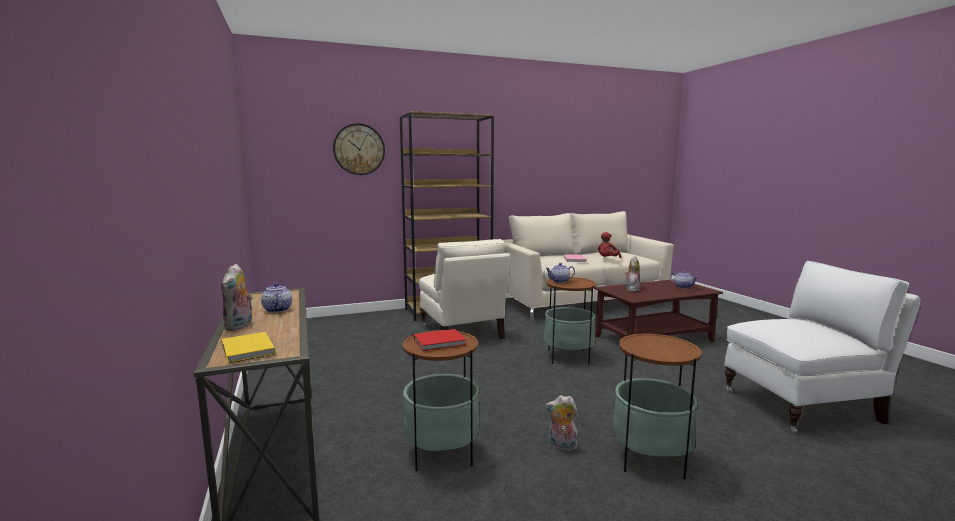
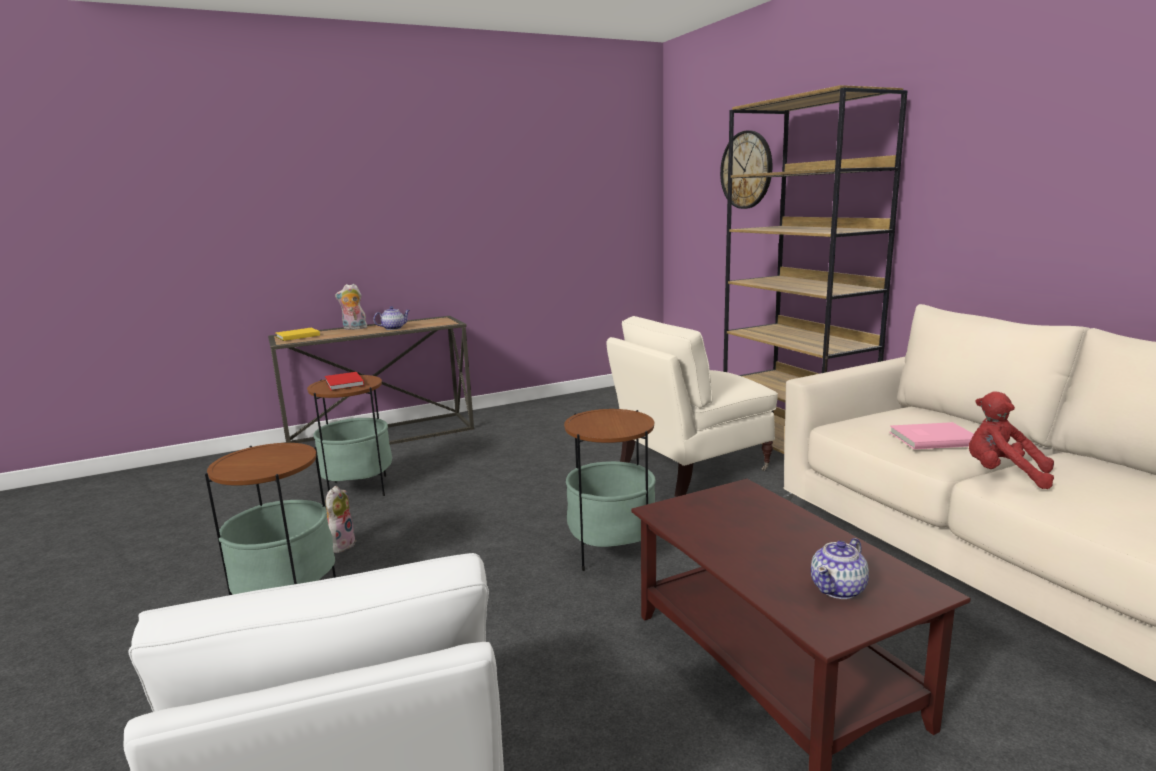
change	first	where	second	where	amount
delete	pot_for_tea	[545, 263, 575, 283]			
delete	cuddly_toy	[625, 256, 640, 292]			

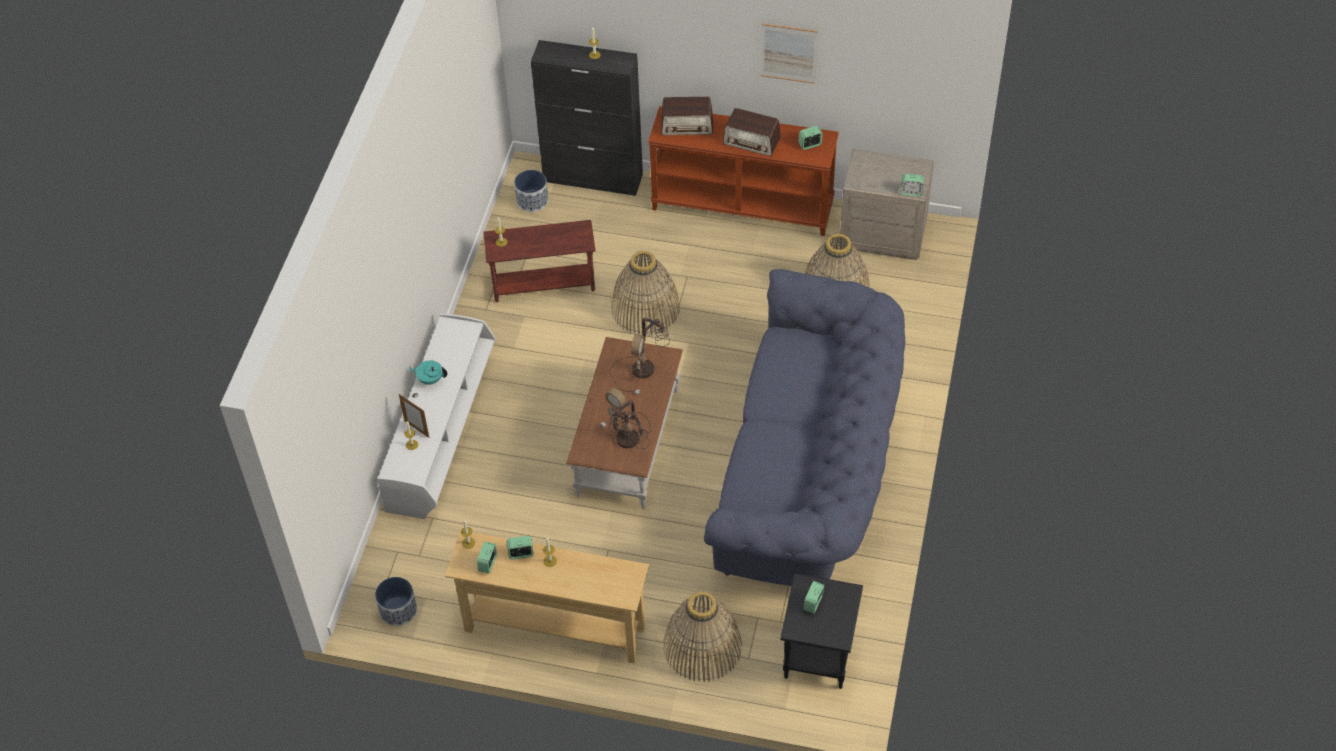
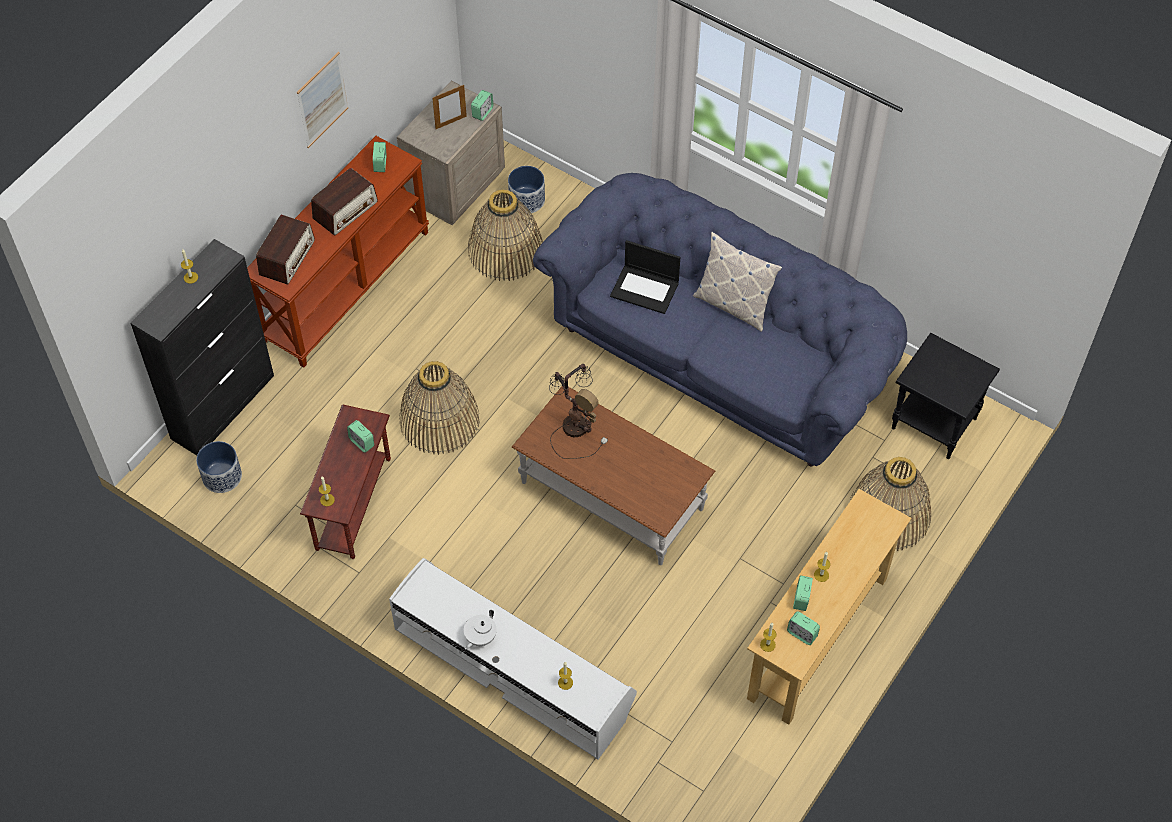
change	first	where	second	where	amount
move	bedside_clock	[803, 581, 824, 613]		[347, 420, 374, 453]	
move	picture_frame	[399, 394, 429, 438]		[432, 85, 467, 129]	
recolor	turquoise-coloured_pot_for_tea	[409, 360, 447, 385]	white-coloured_pot_for_tea	[464, 610, 497, 649]	
move	planter	[375, 577, 417, 626]		[508, 166, 545, 213]	
insert			notebook_computer	[610, 240, 680, 314]	
insert			cushion	[693, 231, 782, 332]	
delete	table_lamp	[599, 388, 651, 449]			

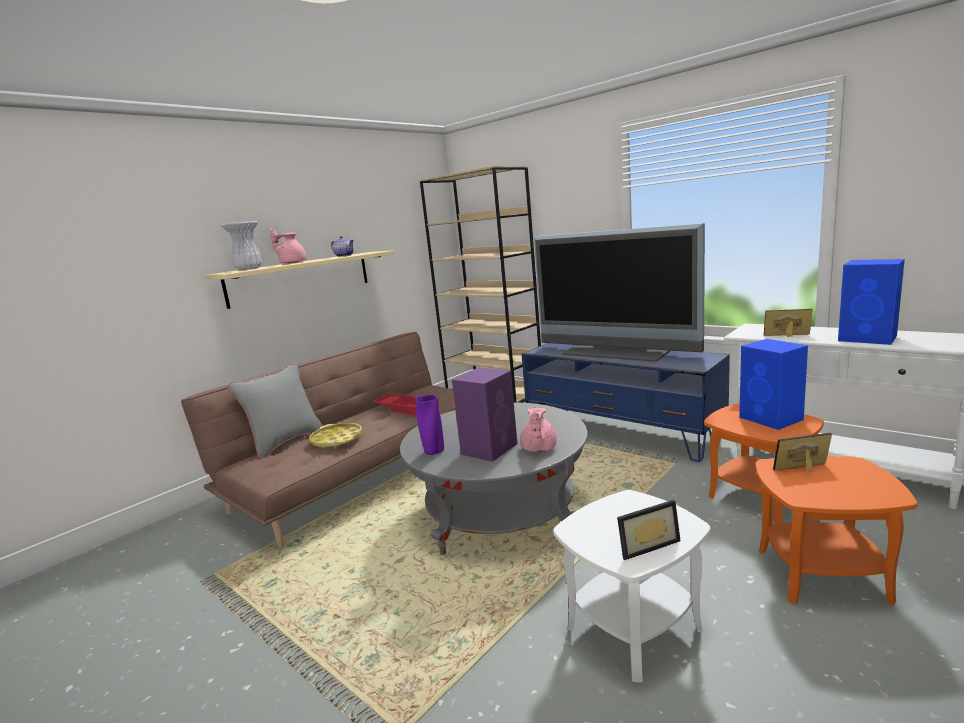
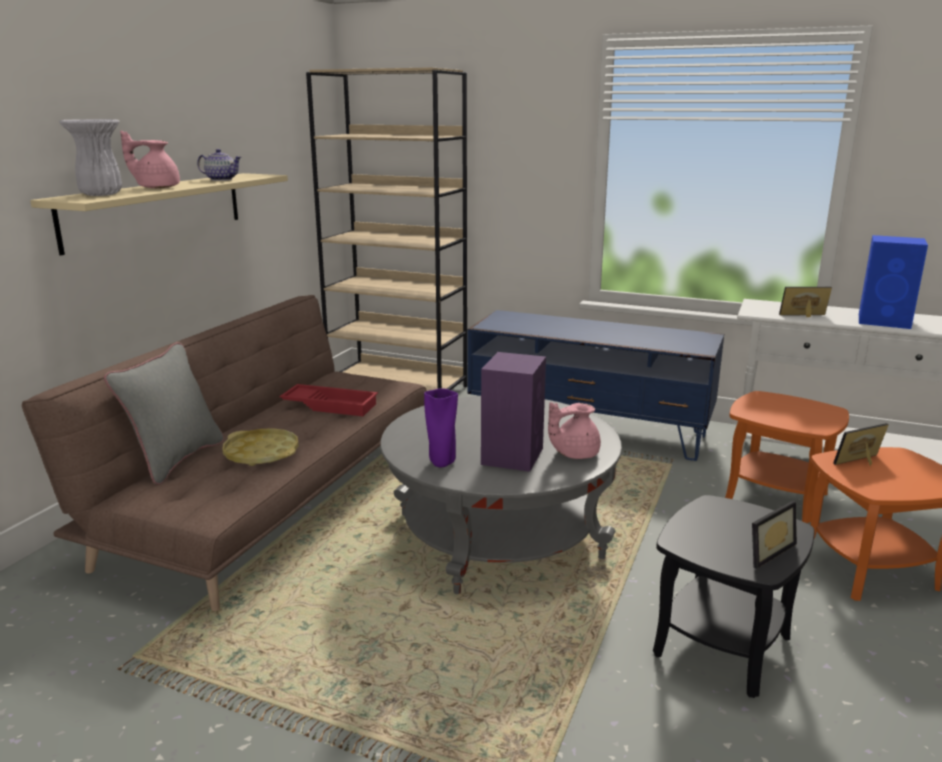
change	first	where	second	where	amount
rotate	pinkish_pot_for_tea	[520, 407, 557, 452]		[548, 402, 601, 459]	75 degrees clockwise
recolor	white-coloured_accent_table	[553, 490, 711, 683]	black-coloured_accent_table	[653, 495, 815, 698]	
delete	TV	[534, 223, 705, 362]			
delete	bluish_loudspeaker	[739, 339, 808, 430]			

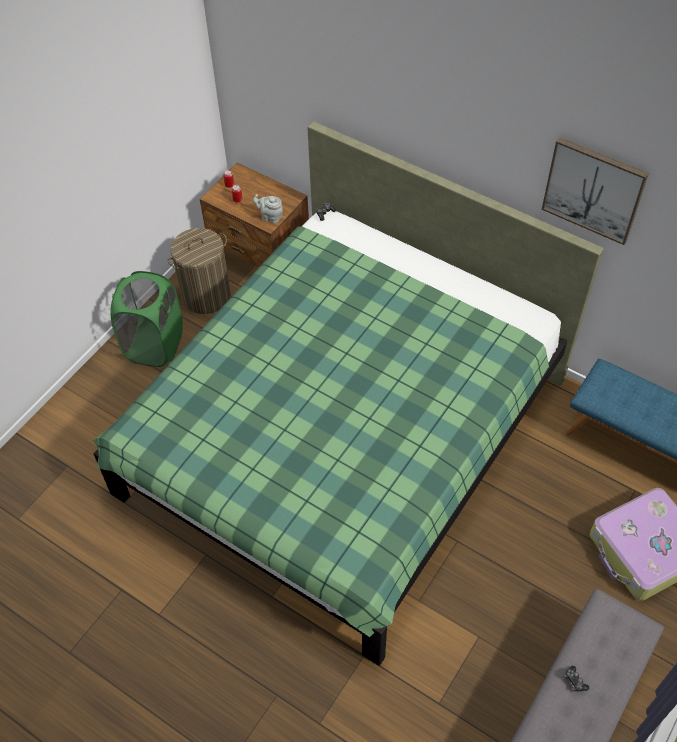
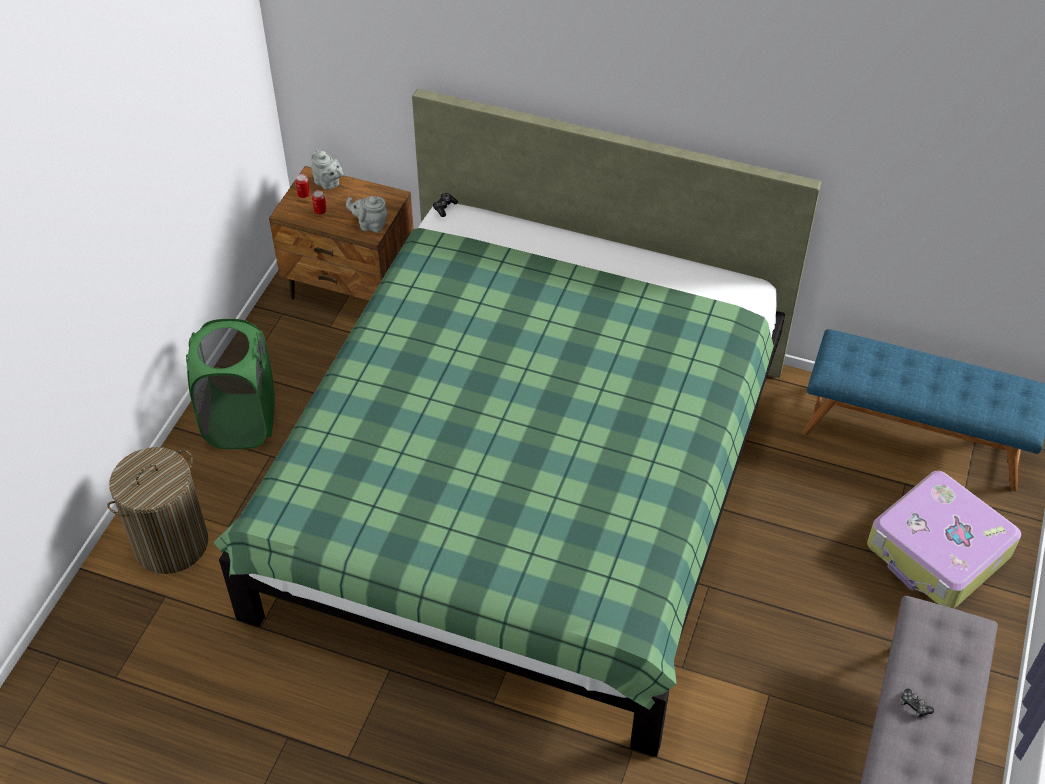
change	first	where	second	where	amount
move	hamper	[167, 228, 231, 314]		[107, 447, 208, 574]	
insert			greyish_pot_for_tea	[311, 150, 343, 190]	
delete	picture	[542, 137, 649, 245]			

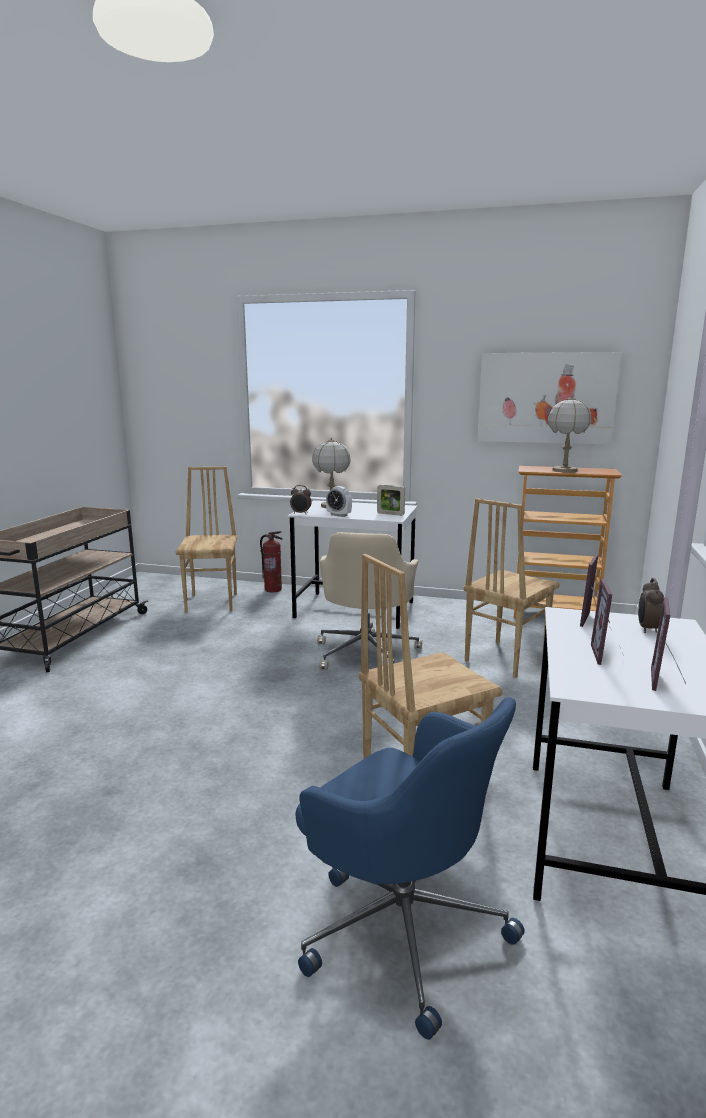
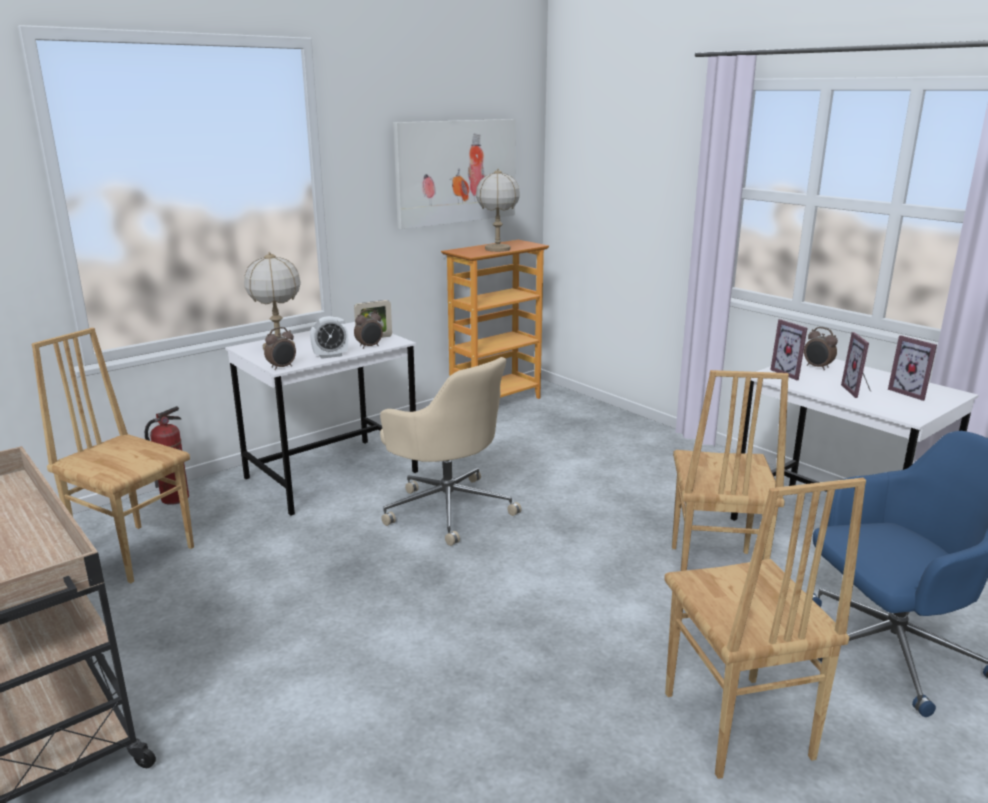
change	first	where	second	where	amount
insert			bedside_clock	[354, 309, 383, 349]	
move	brown-coloured_plain_chair	[463, 498, 559, 678]		[664, 478, 866, 779]	
rotate	picture_frame	[591, 579, 622, 665]		[841, 332, 871, 398]	45 degrees clockwise

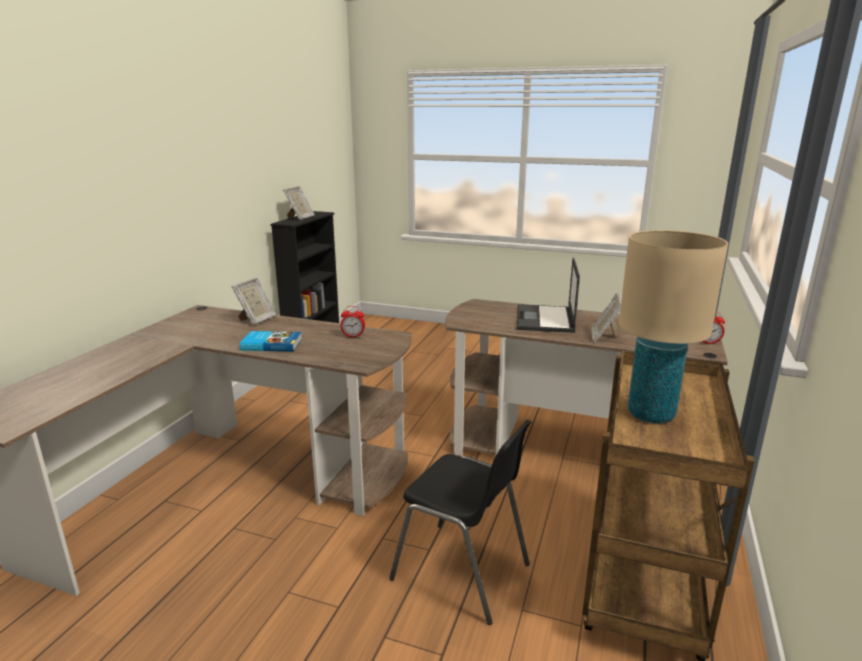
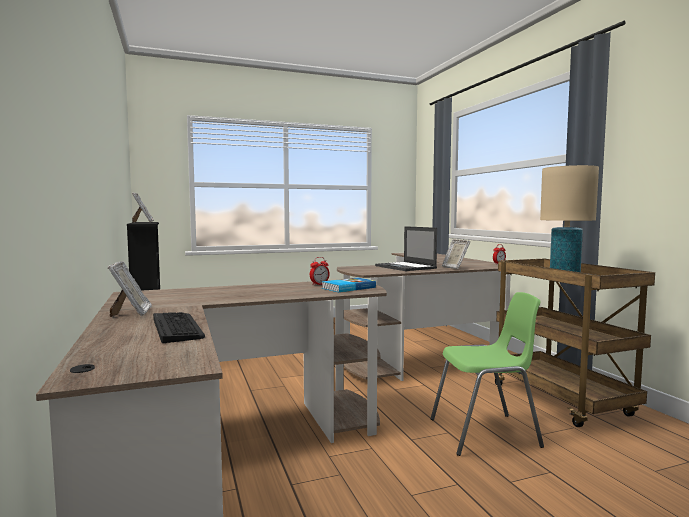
change	first	where	second	where	amount
move	picture_frame	[231, 278, 276, 325]		[108, 261, 152, 317]	
insert			PC_keyboard	[153, 312, 205, 343]	
move	volume	[240, 331, 302, 351]		[322, 278, 376, 292]	
recolor	black-coloured_plain_chair	[389, 420, 532, 625]	green-coloured_plain_chair	[430, 292, 544, 456]	

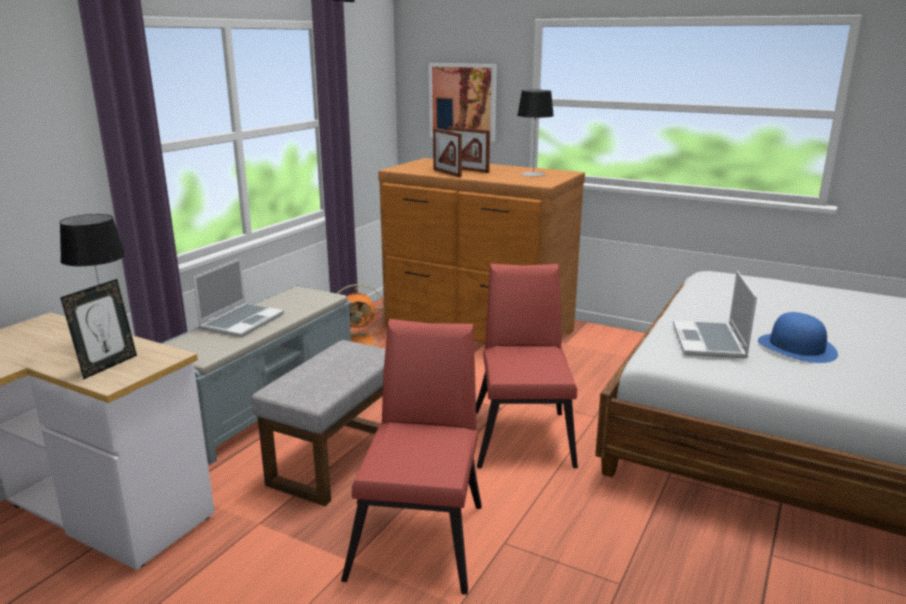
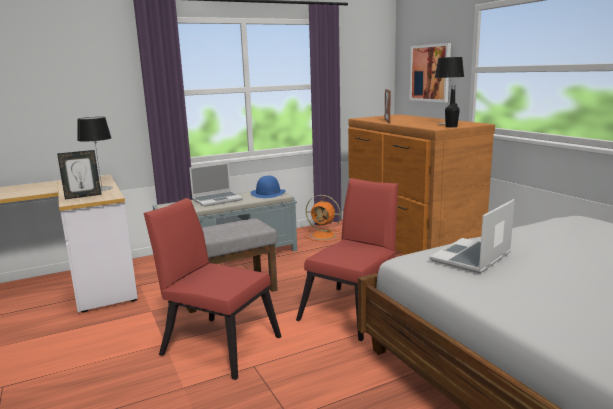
change	first	where	second	where	amount
rotate	reddish_plain_chair	[341, 319, 482, 595]		[144, 198, 282, 380]	105 degrees counterclockwise
move	bluish_hat	[758, 312, 838, 363]		[251, 176, 286, 198]	
insert			black-coloured_drink_bottle	[445, 85, 460, 127]	
delete	picture_frame	[448, 127, 490, 173]			

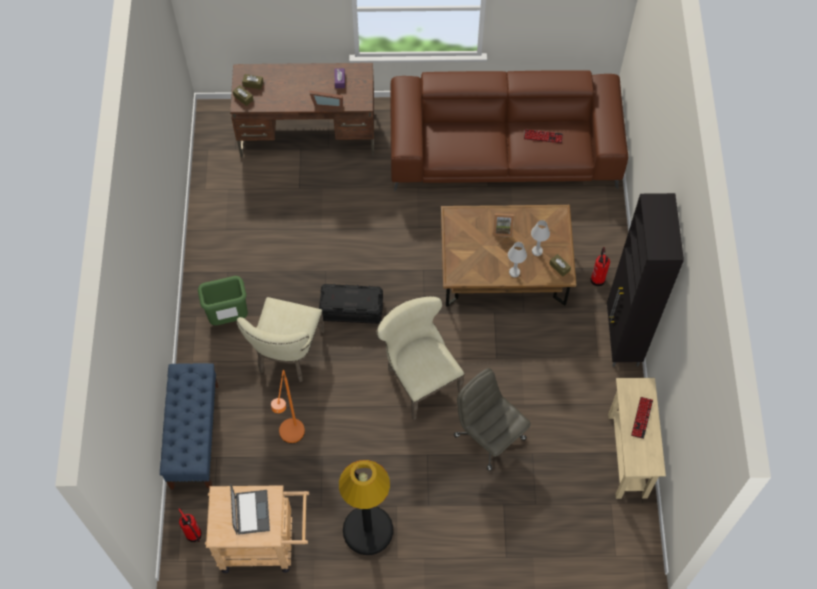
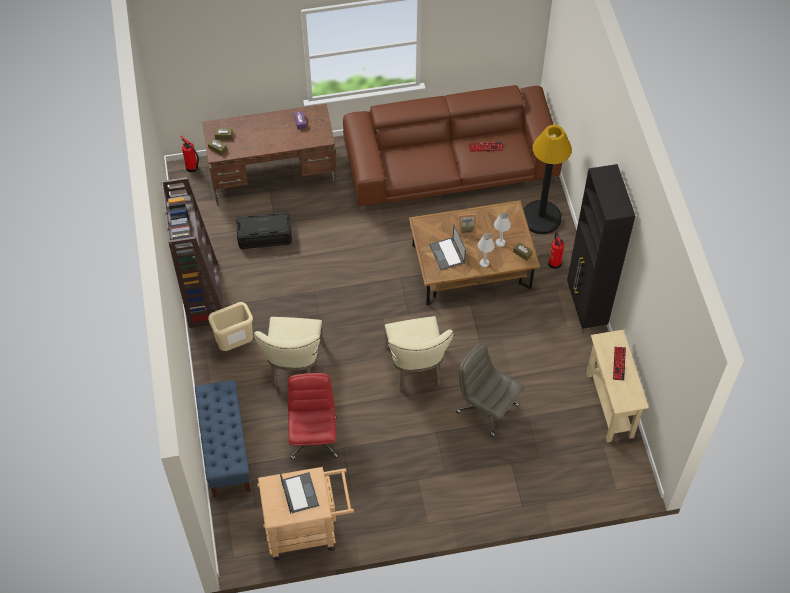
change	first	where	second	where	amount
insert			brown-coloured_shelving_unit	[161, 177, 224, 328]	
move	fire_extinguisher	[179, 508, 202, 542]		[181, 136, 199, 172]	
recolor	green-coloured_trash_can	[198, 276, 248, 325]	beige-coloured_trash_can	[208, 302, 253, 351]	
move	black-coloured_storage_bin	[319, 284, 383, 324]		[236, 212, 292, 249]	
replace	orange_standing_lamp	[271, 370, 305, 443]	reddish_office_chair	[288, 373, 338, 460]	
rotate	beige-coloured_plain_chair	[377, 296, 464, 420]		[385, 316, 453, 392]	150 degrees counterclockwise
insert			notebook_computer	[429, 224, 466, 270]	
move	black-coloured_standing_lamp	[339, 460, 393, 555]		[523, 125, 572, 234]	
delete	picture_frame	[309, 91, 343, 108]			

